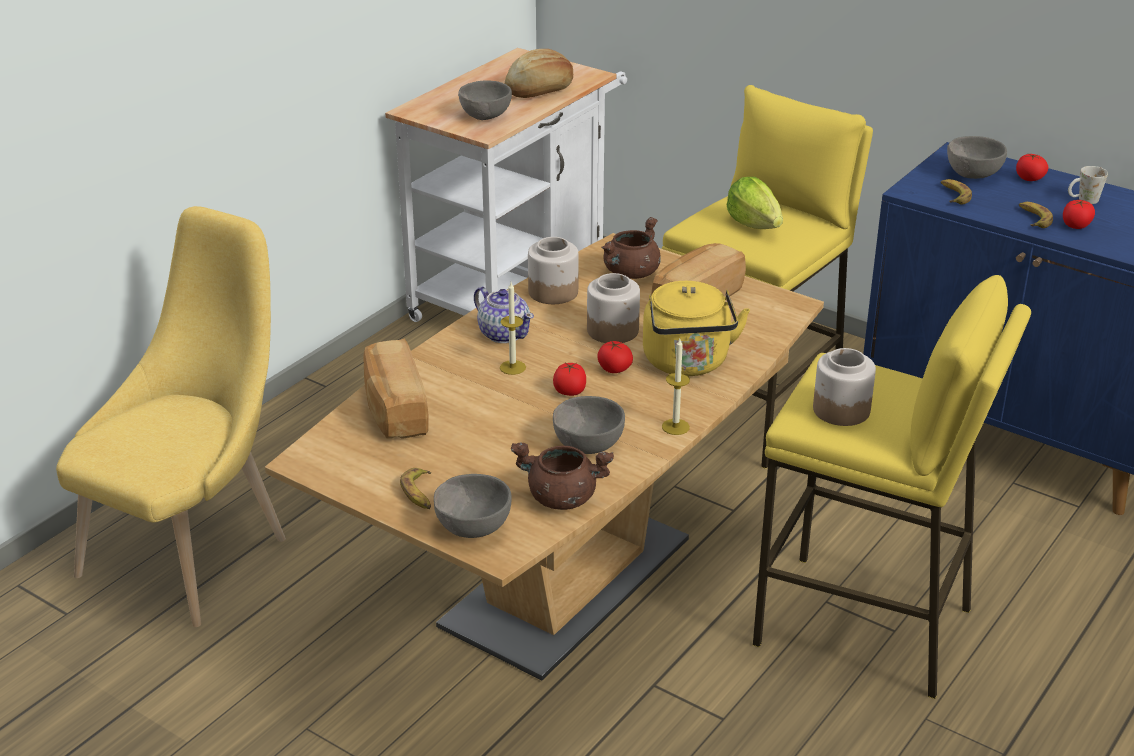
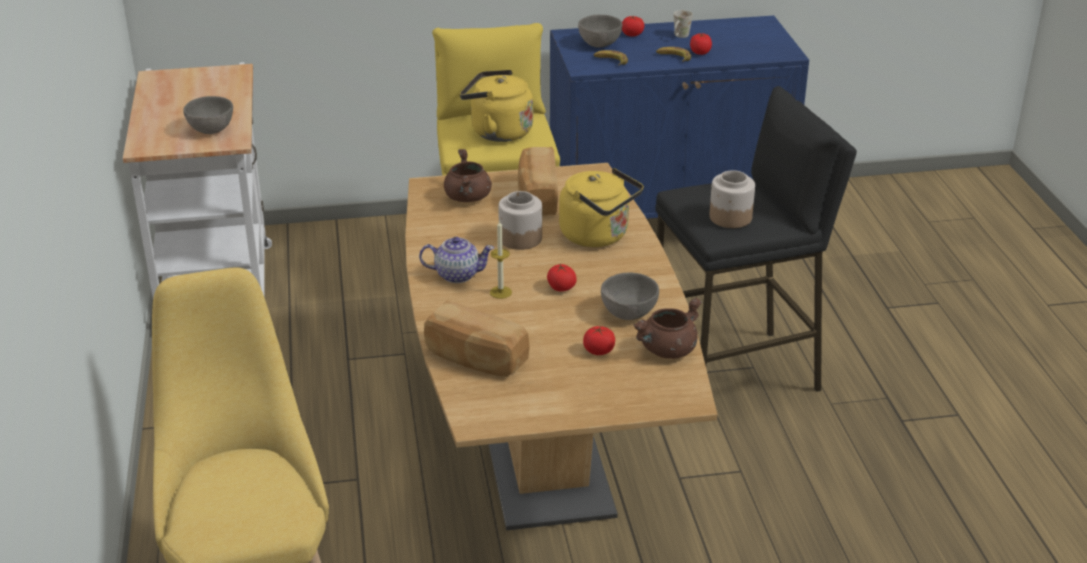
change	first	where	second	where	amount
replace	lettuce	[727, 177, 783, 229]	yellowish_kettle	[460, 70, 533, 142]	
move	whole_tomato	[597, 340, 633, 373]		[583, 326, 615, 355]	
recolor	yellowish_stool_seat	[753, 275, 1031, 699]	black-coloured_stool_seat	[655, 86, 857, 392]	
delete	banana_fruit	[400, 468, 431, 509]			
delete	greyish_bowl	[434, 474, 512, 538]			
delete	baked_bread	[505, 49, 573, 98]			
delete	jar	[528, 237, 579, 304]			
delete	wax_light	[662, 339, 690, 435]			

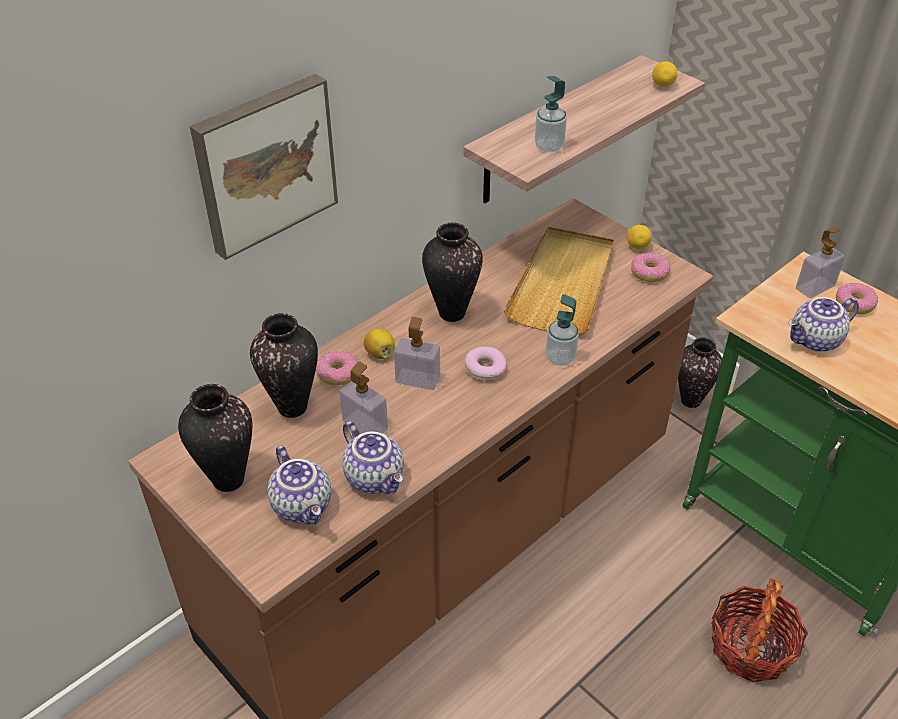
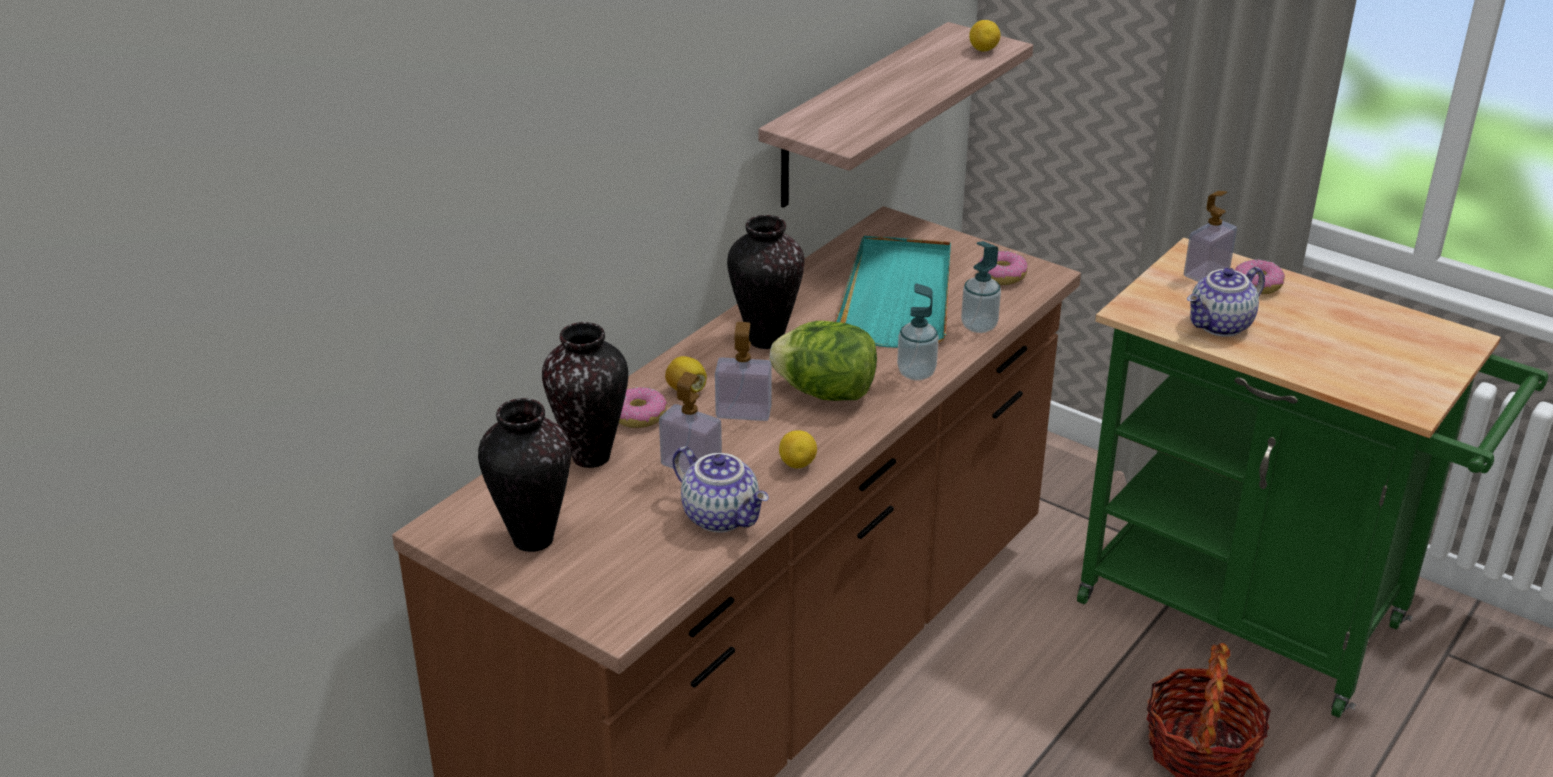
change	first	where	second	where	amount
replace	doughnut	[465, 346, 507, 381]	lettuce	[769, 321, 877, 401]	
move	whole_lemon	[627, 225, 652, 249]		[779, 430, 817, 468]	
recolor	beige-coloured_tray	[503, 227, 614, 334]	turquoise-coloured_tray	[835, 236, 951, 348]	
move	soap_bottle	[535, 76, 567, 152]		[961, 241, 1001, 333]	
delete	picture	[190, 74, 338, 260]			
delete	pot_for_tea	[267, 445, 331, 525]			
delete	flower_vase	[678, 337, 722, 408]			

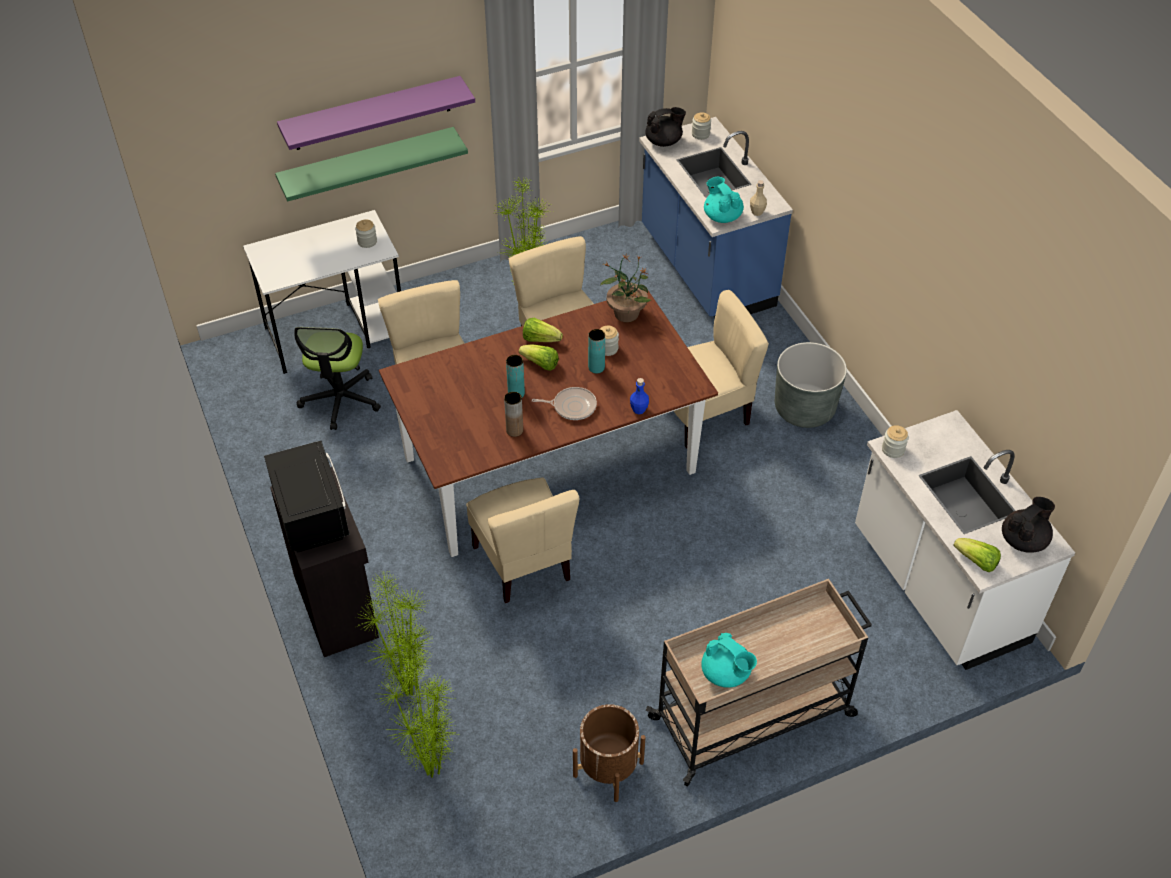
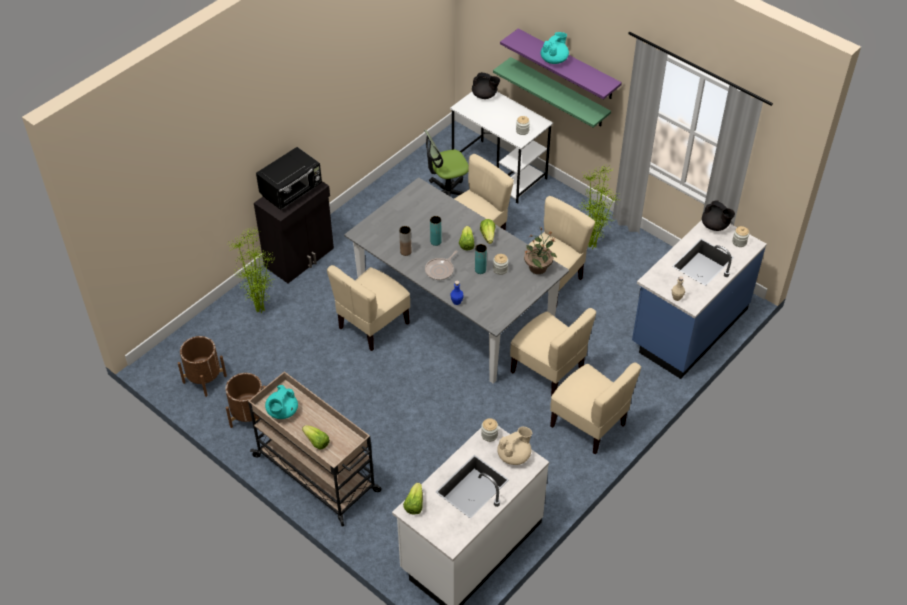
change	first	where	second	where	amount
insert			brown-coloured_planter	[178, 336, 227, 397]	
insert			lettuce	[302, 425, 330, 450]	
recolor	brown-coloured_kitchen_table	[379, 291, 718, 557]	greyish_kitchen_table	[344, 177, 569, 384]	
rotate	pan	[532, 387, 597, 420]		[425, 251, 458, 280]	60 degrees clockwise
move	black-coloured_pot_for_tea	[1002, 497, 1055, 553]		[472, 72, 500, 99]	
insert			beige-coloured_pot_for_tea	[497, 427, 532, 465]	
move	turquoise-coloured_pot_for_tea	[704, 177, 744, 223]		[541, 32, 569, 64]	
replace	greyish_planter	[775, 342, 847, 428]	beige-coloured_plain_chair	[550, 363, 641, 454]	
delete	houseplant	[379, 652, 460, 778]			

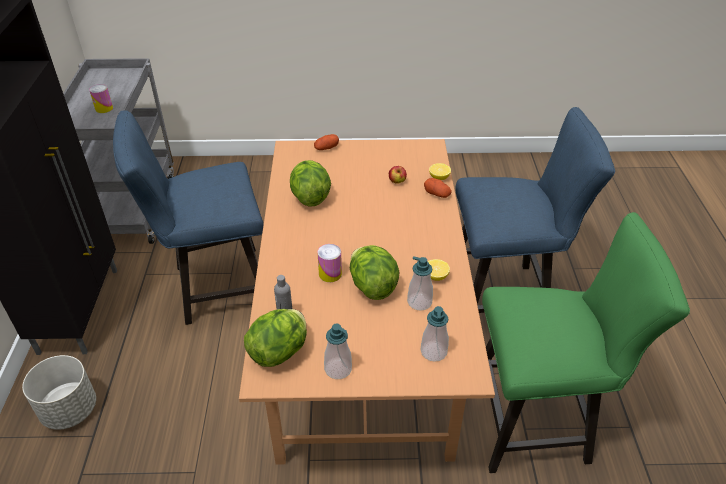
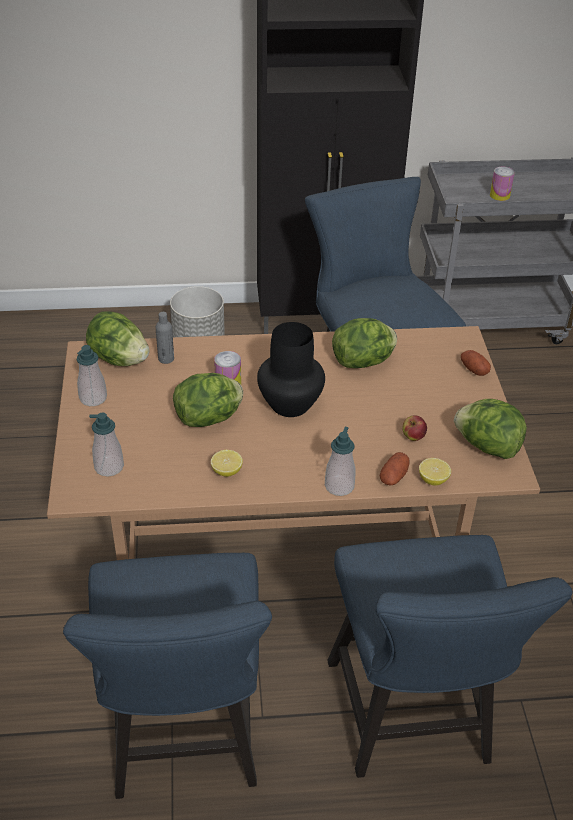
change	first	where	second	where	amount
recolor	green-coloured_plain_chair	[482, 212, 690, 473]	bluish_plain_chair	[63, 553, 272, 799]	
insert			black-coloured_flower_vase	[257, 322, 325, 417]	
move	soap_bottle	[407, 256, 433, 311]		[325, 427, 355, 496]	
insert			lettuce	[454, 399, 527, 459]	

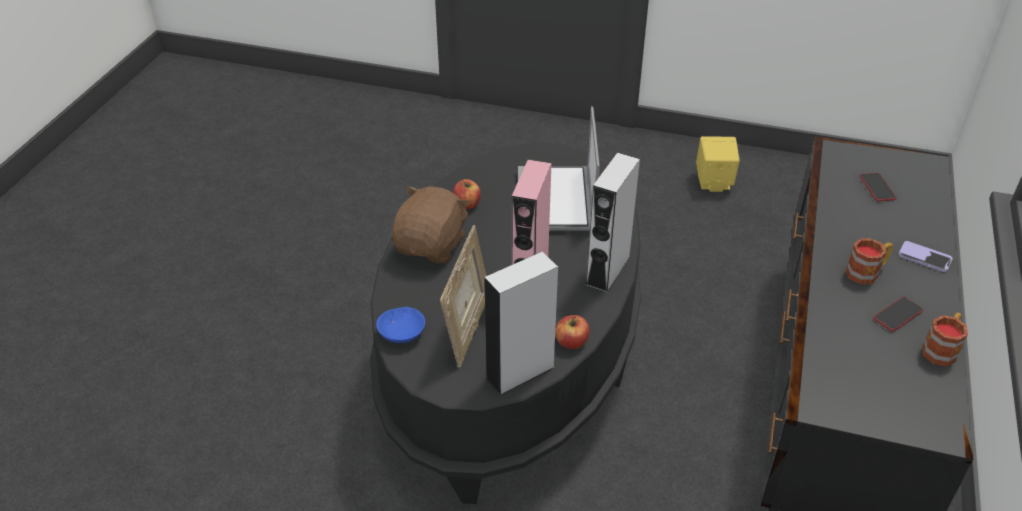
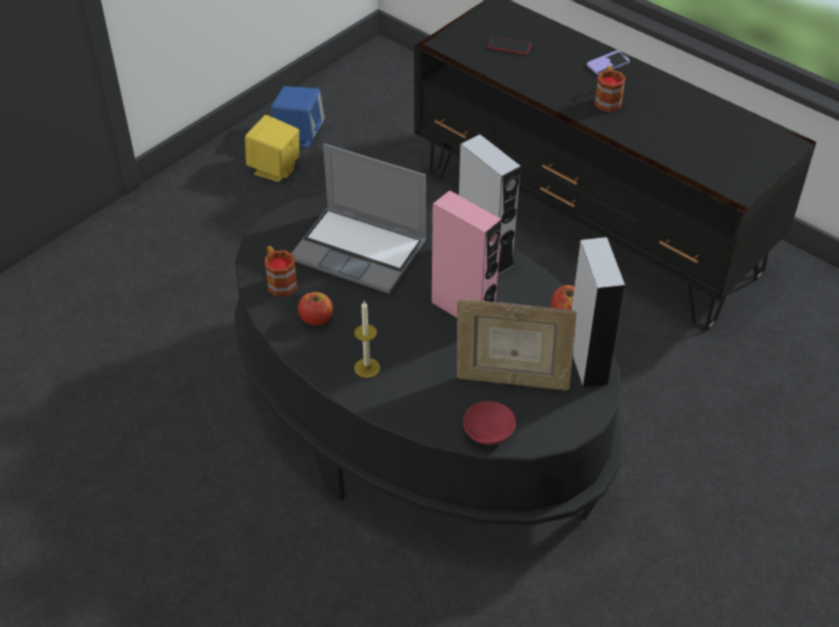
change	first	where	second	where	amount
move	tea_mug	[922, 312, 968, 366]		[265, 246, 297, 296]	
insert			bluish_loudspeaker	[271, 86, 325, 148]	
replace	brown-coloured_cuddly_toy	[392, 186, 470, 263]	wax_light	[354, 301, 380, 378]	
rotate	picture_frame	[440, 225, 486, 368]		[457, 299, 577, 390]	150 degrees clockwise
recolor	bluish_bowl	[376, 307, 425, 343]	reddish_bowl	[463, 401, 516, 445]	
delete	handset	[873, 297, 923, 331]			

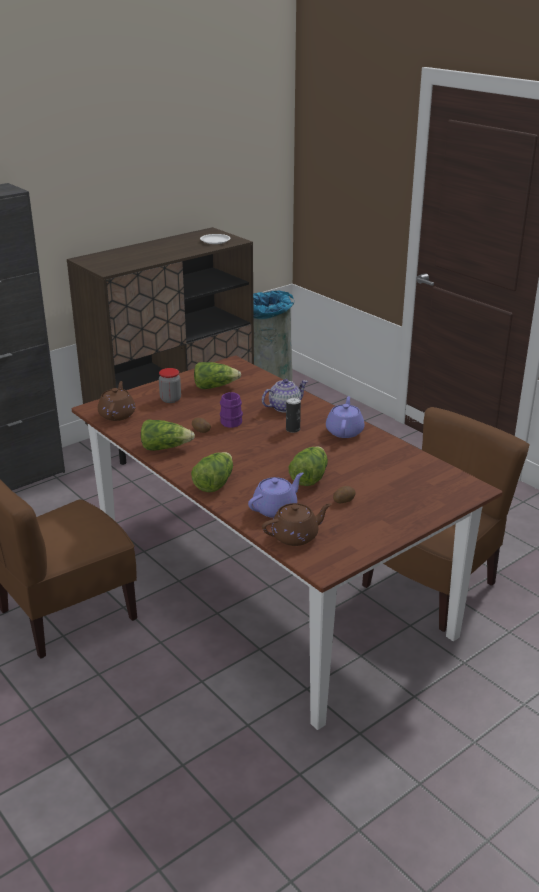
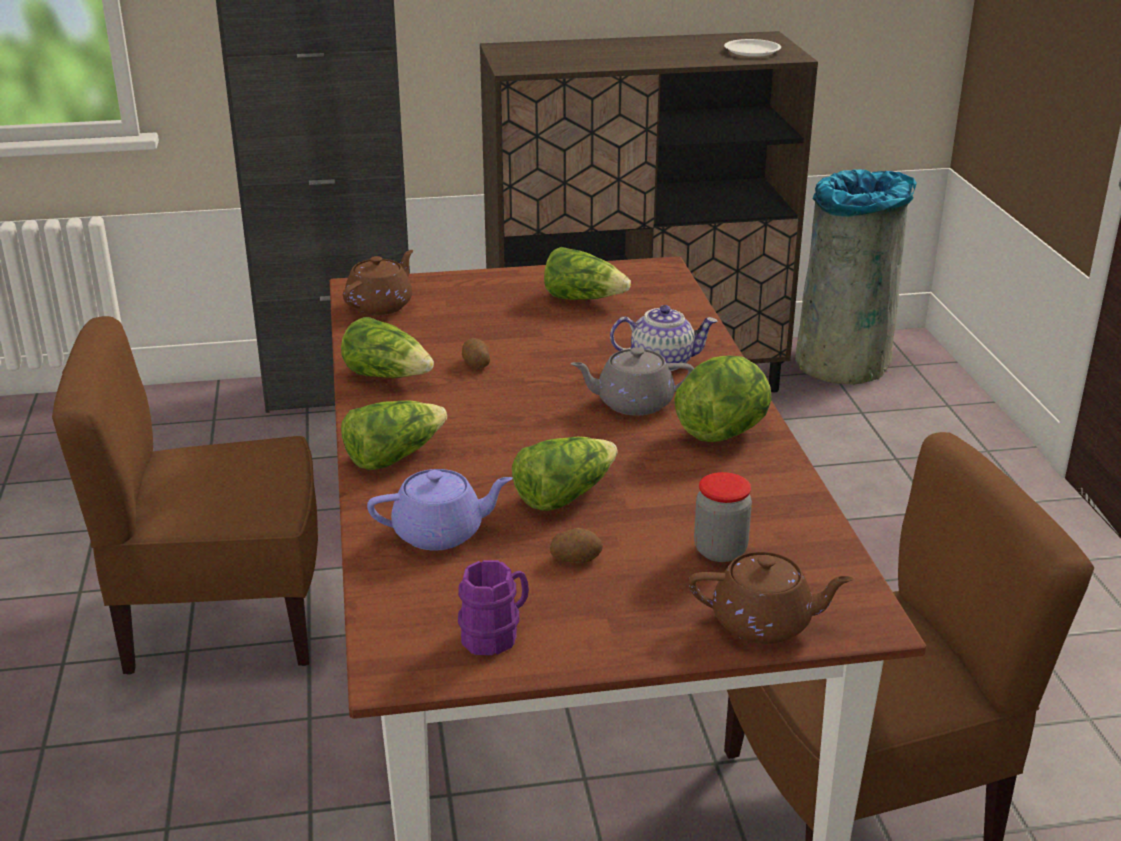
change	first	where	second	where	amount
move	purple_tea_mug	[220, 392, 243, 428]		[458, 560, 529, 655]	
replace	can	[286, 397, 301, 433]	greyish_pot_for_tea	[570, 347, 694, 416]	
replace	purple_pot_for_tea	[326, 396, 364, 438]	lettuce	[674, 355, 772, 442]	
move	brown-coloured_pot_for_tea	[262, 503, 332, 546]		[689, 552, 854, 644]	
move	jar	[159, 368, 181, 403]		[694, 472, 752, 562]	

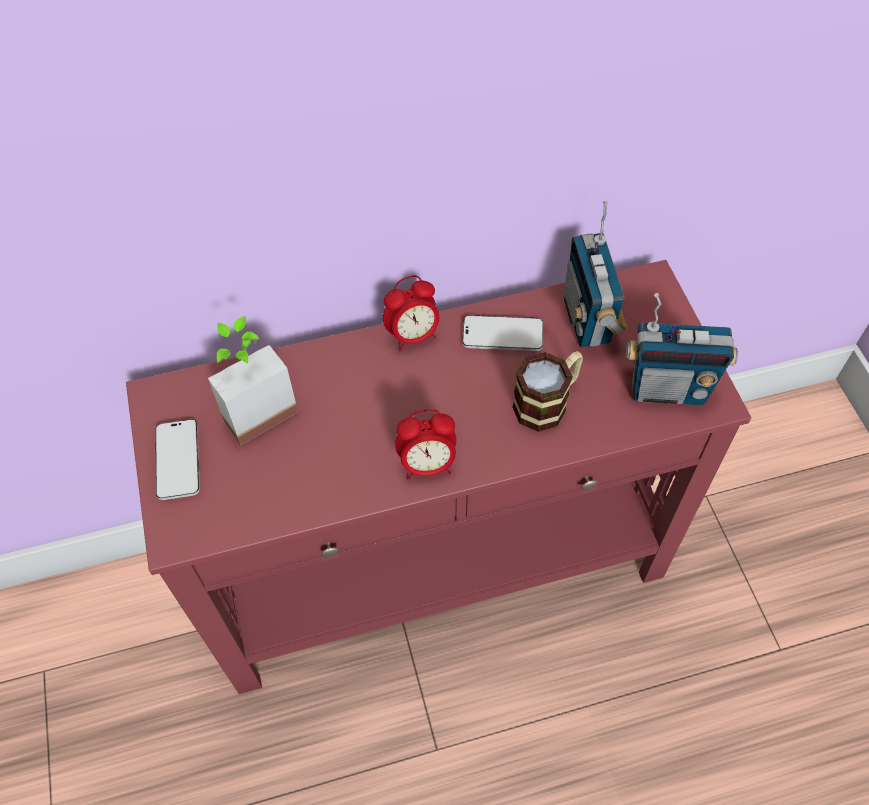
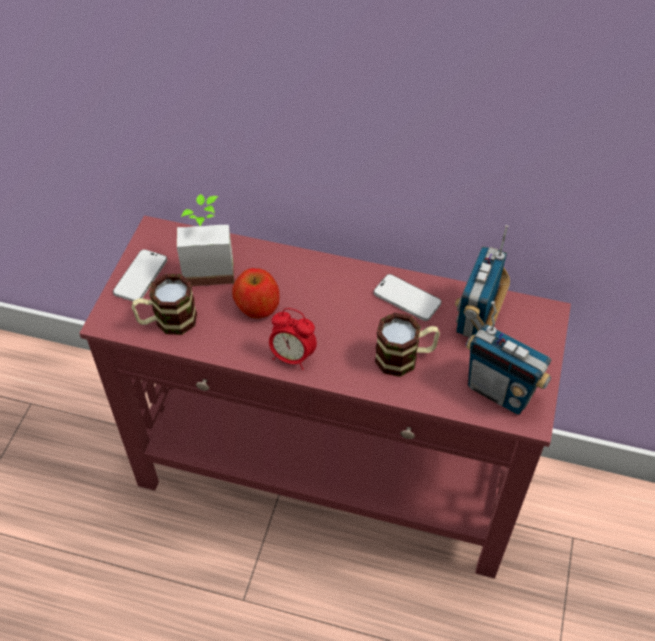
change	first	where	second	where	amount
insert			tea_mug	[132, 274, 197, 335]	
insert			apple_fruit	[232, 268, 280, 319]	
delete	bedside_clock	[383, 275, 439, 351]			

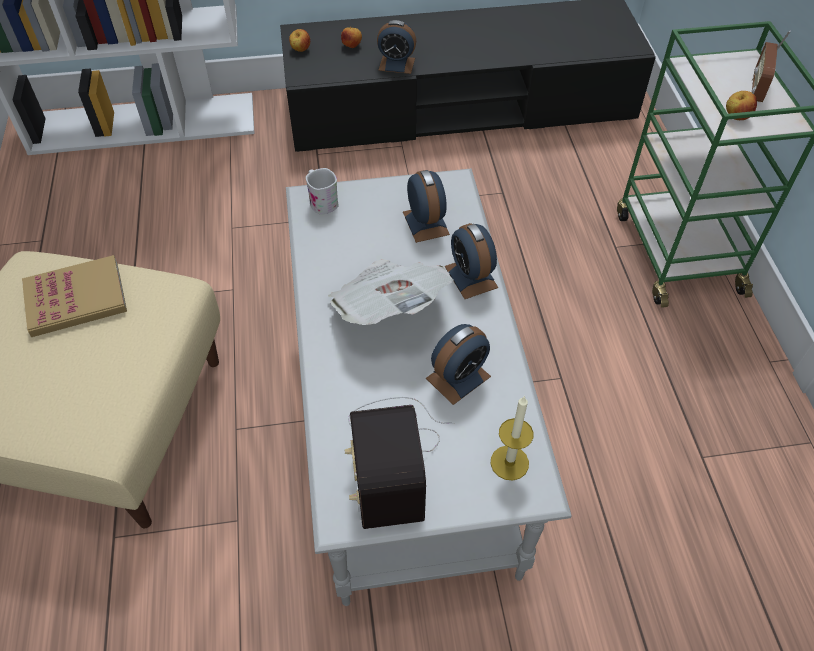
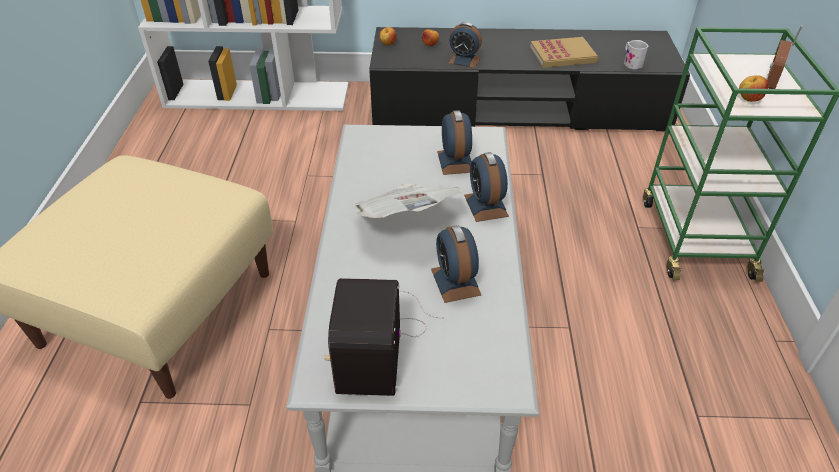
change	first	where	second	where	amount
rotate	bedside_clock	[426, 324, 491, 405]		[431, 225, 481, 303]	105 degrees clockwise
move	volume	[22, 255, 127, 337]		[530, 37, 598, 68]	
move	white-coloured_tea_mug	[306, 168, 338, 215]		[624, 40, 649, 69]	
delete	wax_light	[491, 396, 534, 481]			

